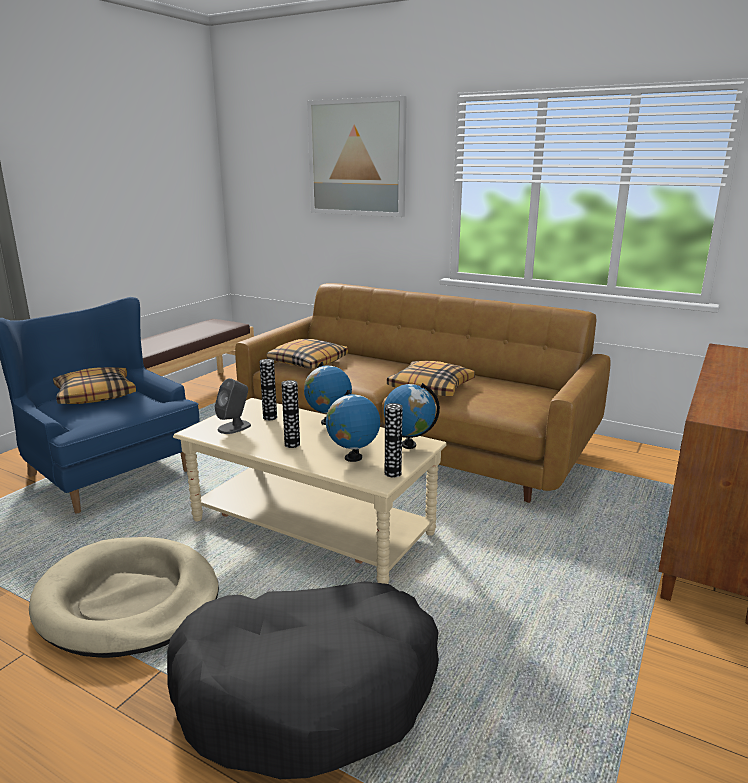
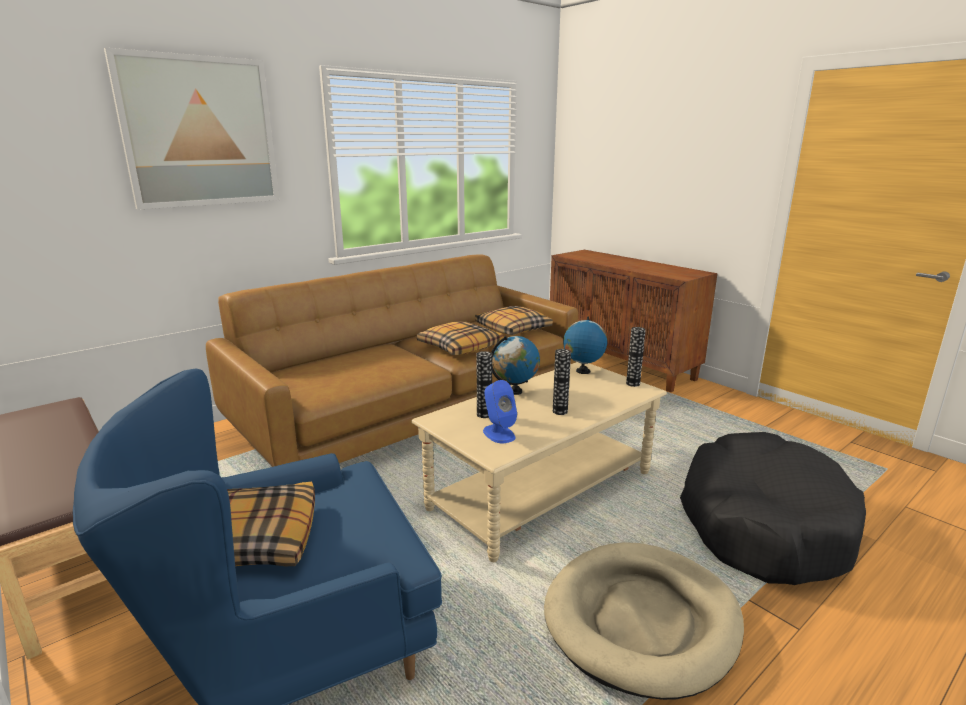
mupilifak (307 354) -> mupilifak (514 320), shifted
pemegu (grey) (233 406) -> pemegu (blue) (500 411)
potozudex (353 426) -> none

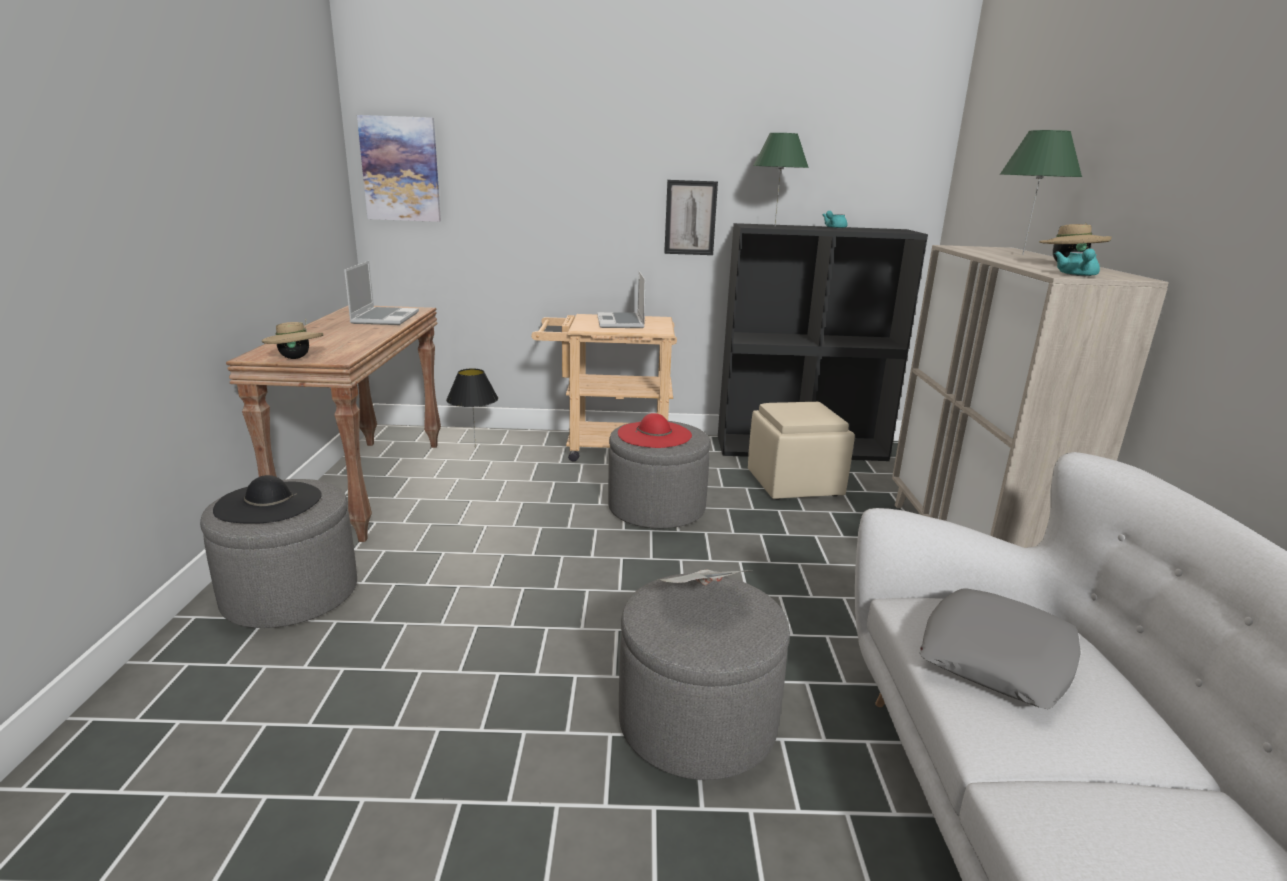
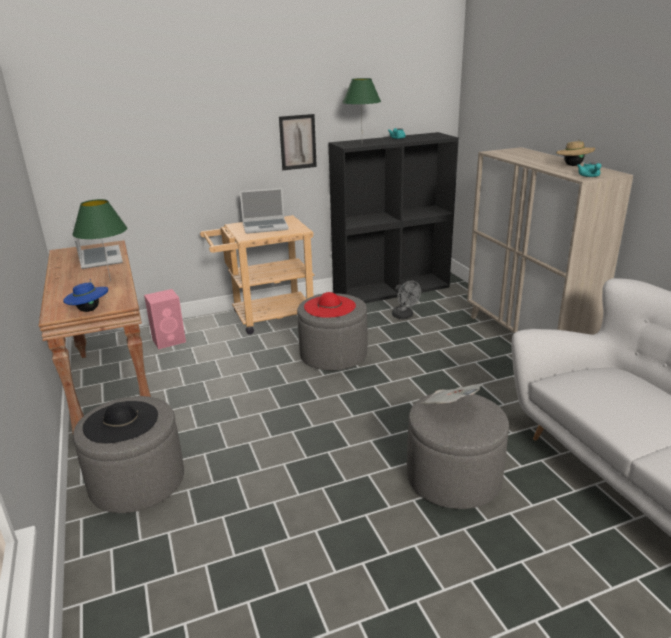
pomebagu (399 168) -> none
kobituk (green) (1041 192) -> kobituk (green) (99 240), shifted
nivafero (621 299) -> nivafero (264 211), 75 degrees counterclockwise
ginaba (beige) (292 339) -> ginaba (blue) (85 295)
kobituk (black) (472 408) -> pemegu (pink) (165 319)
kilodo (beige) (801 451) -> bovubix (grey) (406 300)
mupilifak (grey) (1000 648) -> none

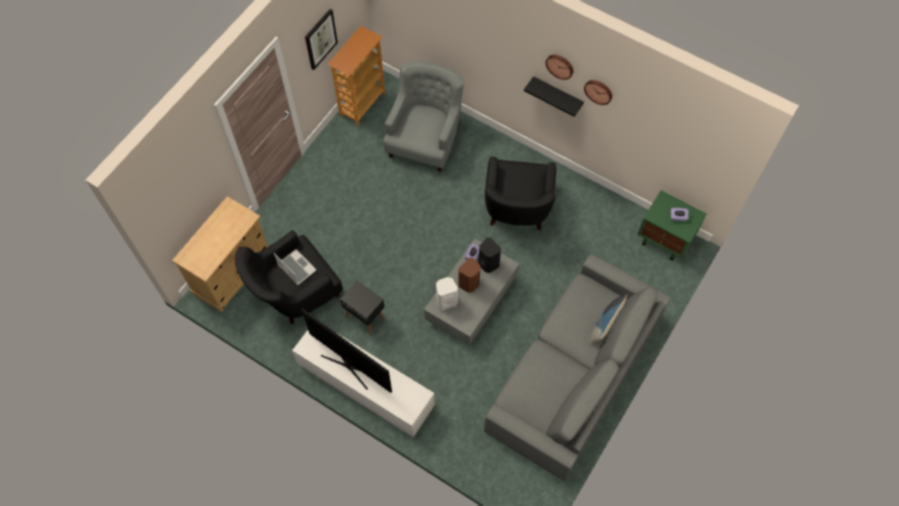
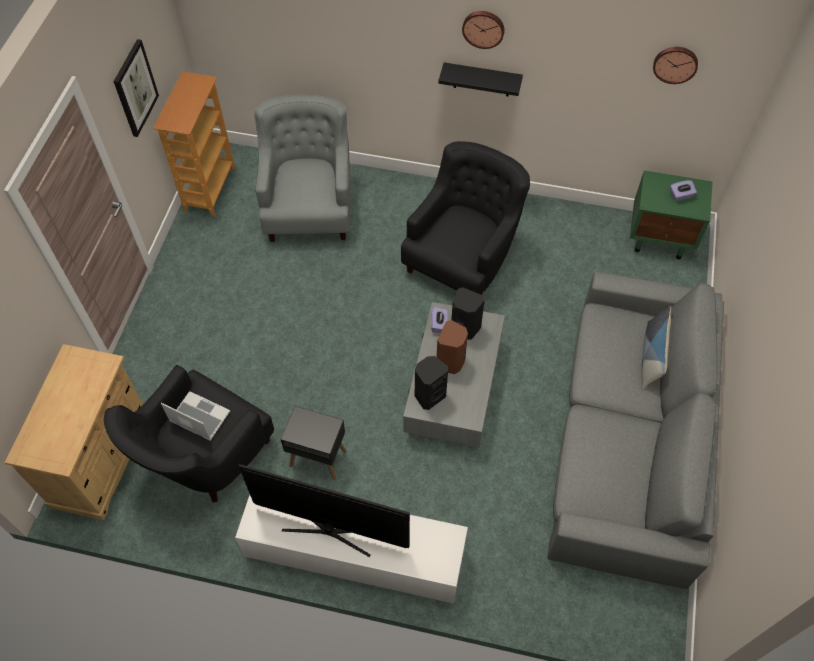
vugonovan (598 92) -> vugonovan (675 65), shifted
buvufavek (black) (520 193) -> buvufavek (black) (465 218), 135 degrees counterclockwise
pemegu (white) (447 294) -> pemegu (black) (431 383)

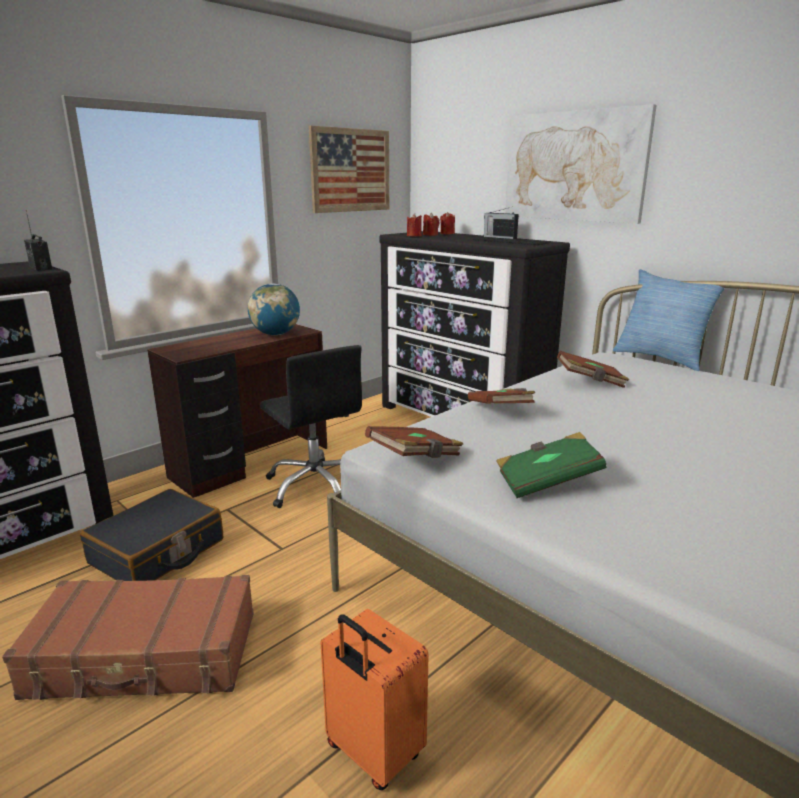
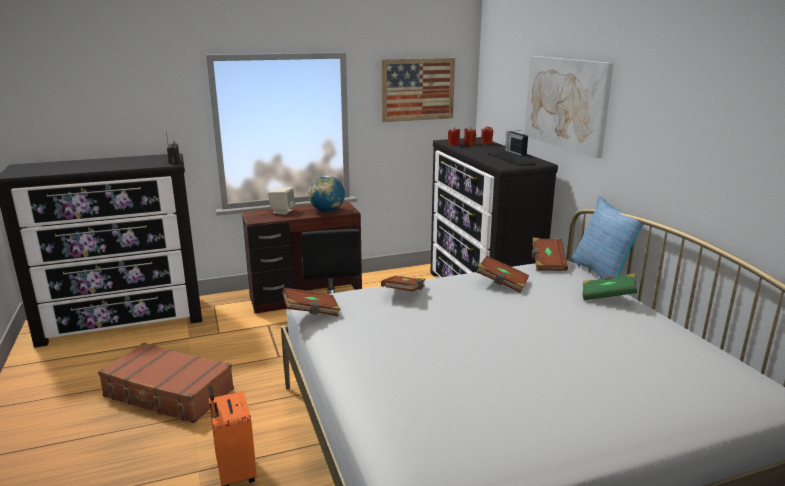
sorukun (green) (551 465) -> sorukun (green) (610 286), shifted
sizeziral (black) (151 535) -> none
none -> pemegu (beige) (281 201)
none -> sorukun (brown) (550 254)

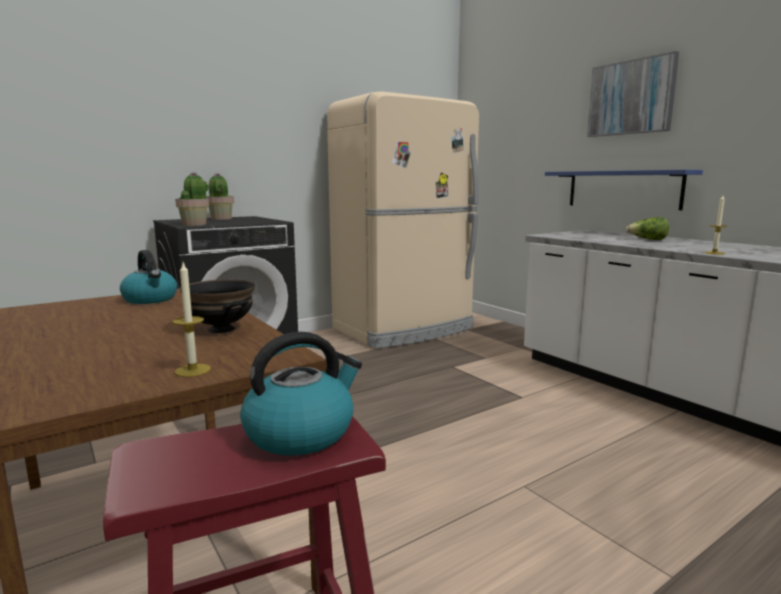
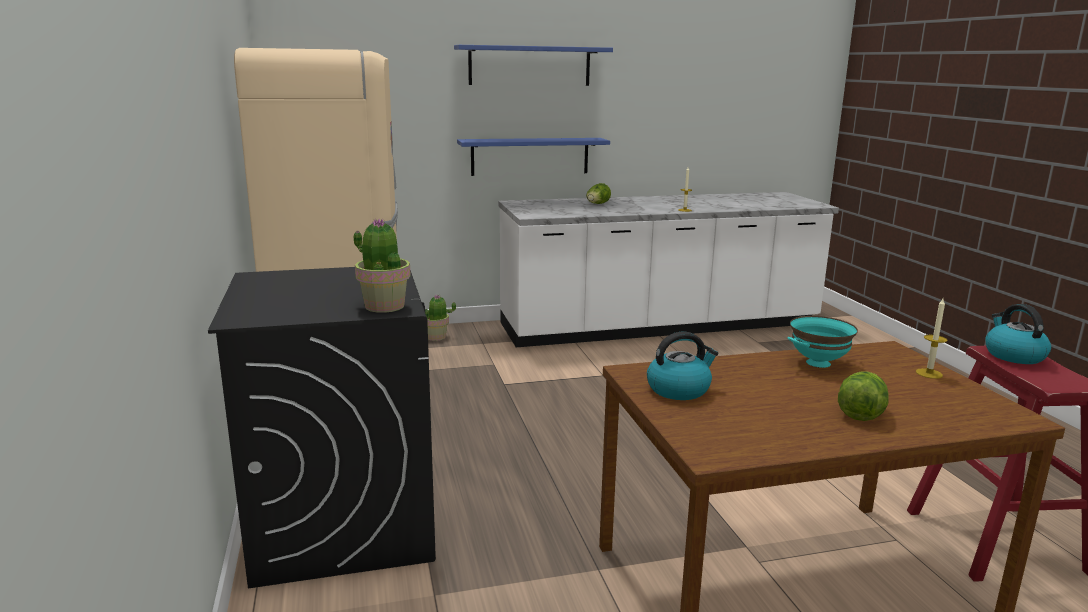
pomebagu (633 94) -> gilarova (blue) (533 65)
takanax (220 196) -> takanax (440 317), shifted
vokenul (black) (217 306) -> vokenul (turquoise) (822 342)
none -> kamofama (863 396)

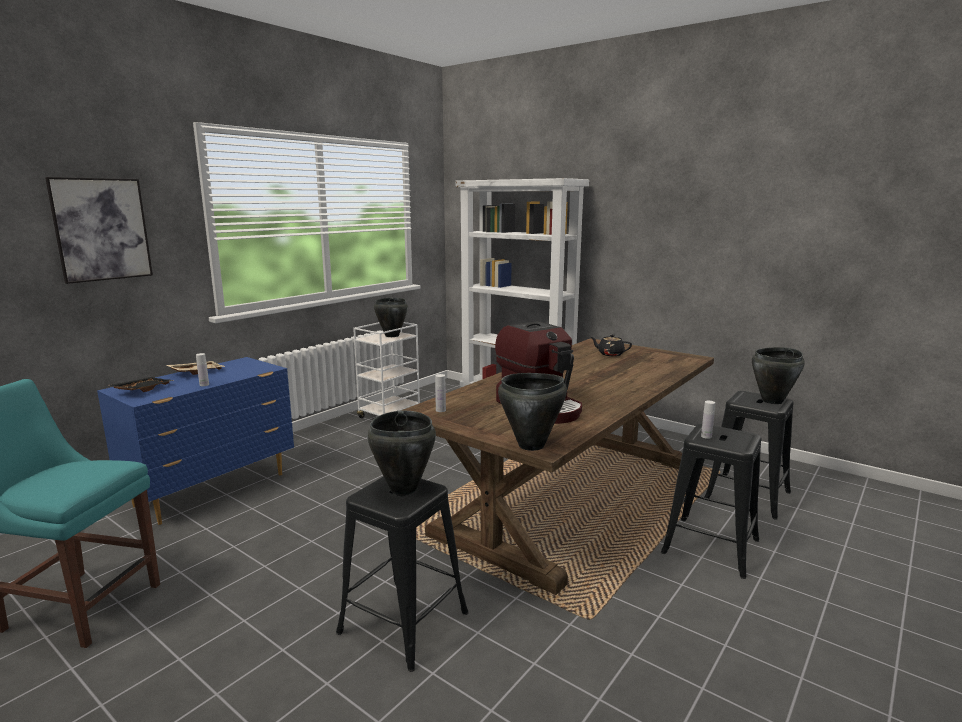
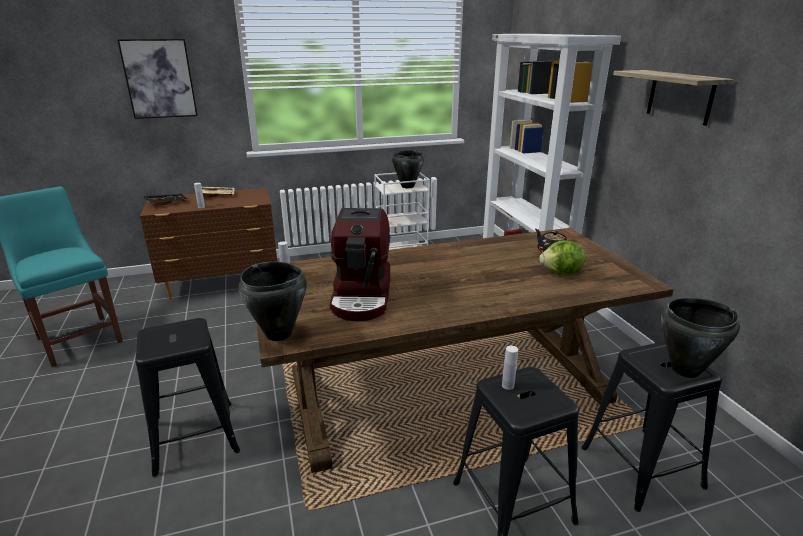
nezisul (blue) (195 441) -> nezisul (brown) (208 244)
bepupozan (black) (401 452) -> none
none -> gilarova (673 98)
none -> kamofama (562 258)

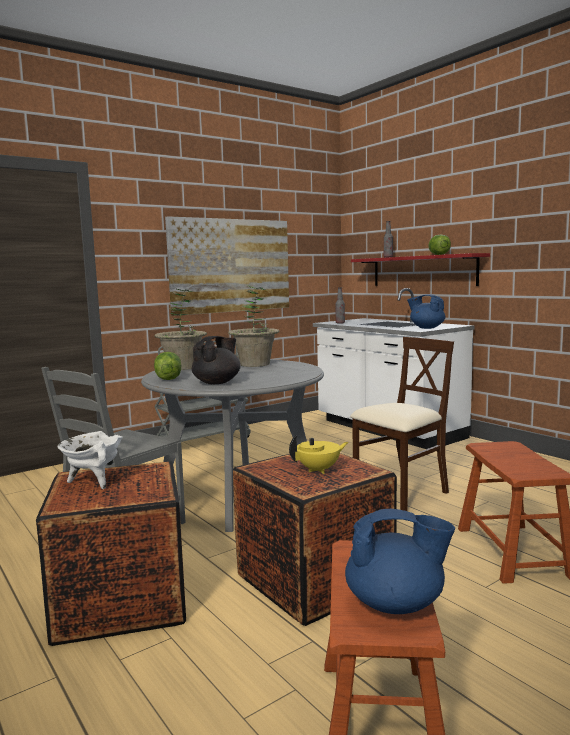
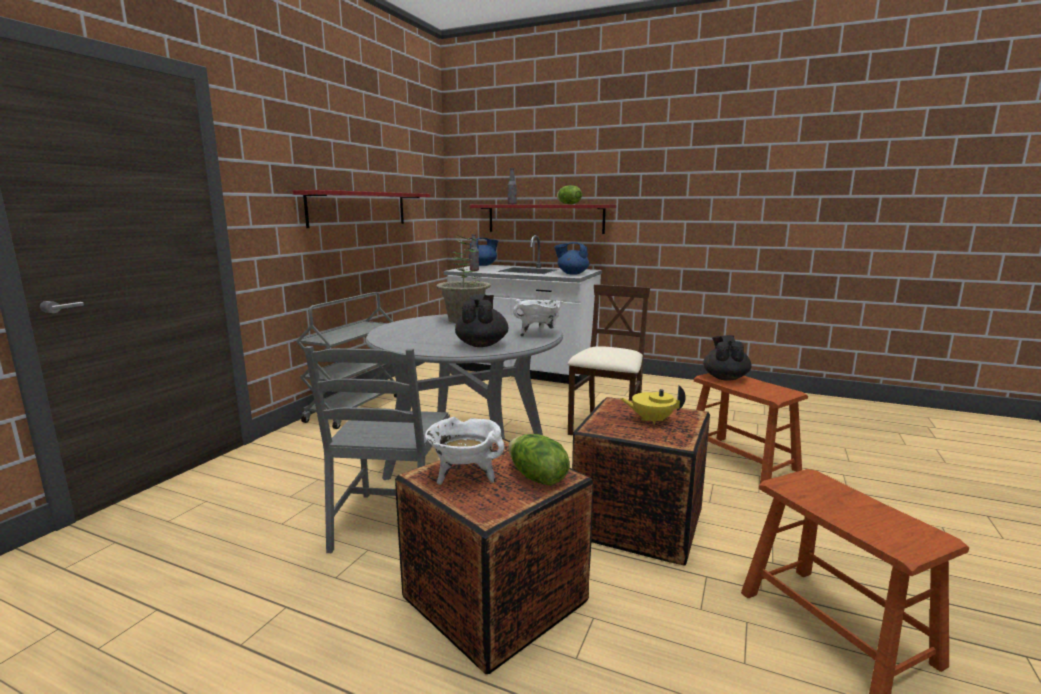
pomebagu (227 266) -> gilarova (red) (361 209)
takanax (181 328) -> none
kamofama (167 366) -> kamofama (539 460), shifted
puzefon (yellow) (318 454) -> puzefon (yellow) (652 404), 120 degrees counterclockwise
puzefon (blue) (400 561) -> puzefon (blue) (483 252), shifted
none -> bepupozan (white) (538 318)
none -> puzefon (black) (727 358)

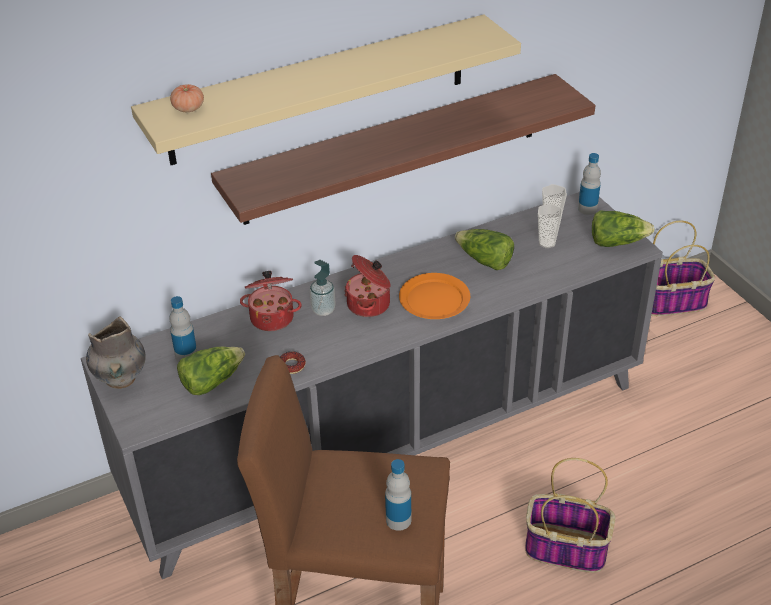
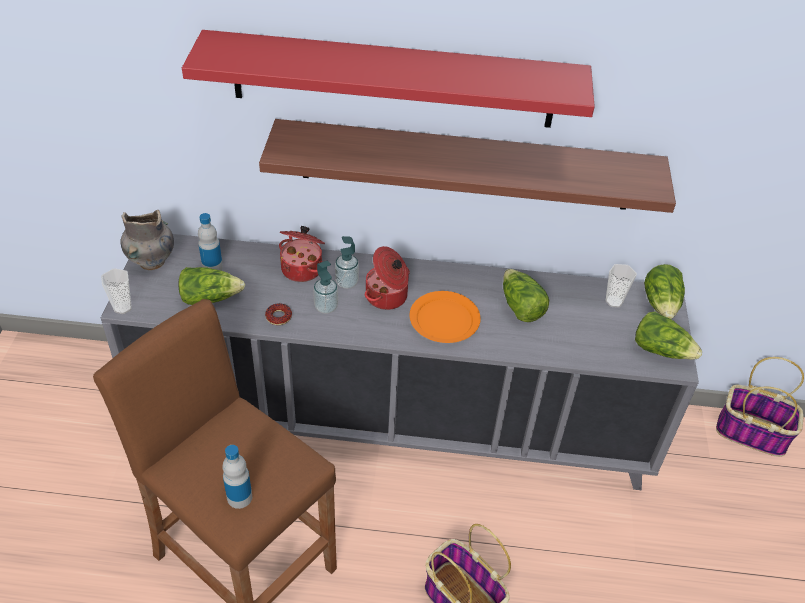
gilarova (beige) (326 90) -> gilarova (red) (388 79)
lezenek (187 98) -> none
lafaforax (589 184) -> kamofama (664 292)
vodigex (550 226) -> vodigex (116 291), shifted
none -> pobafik (325 287)

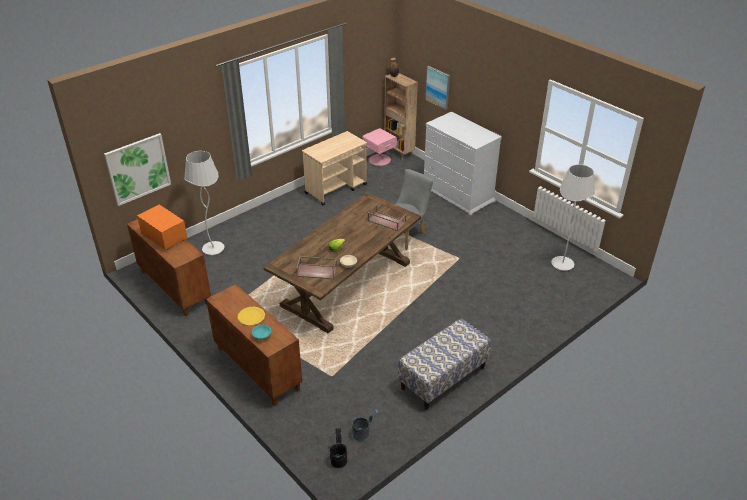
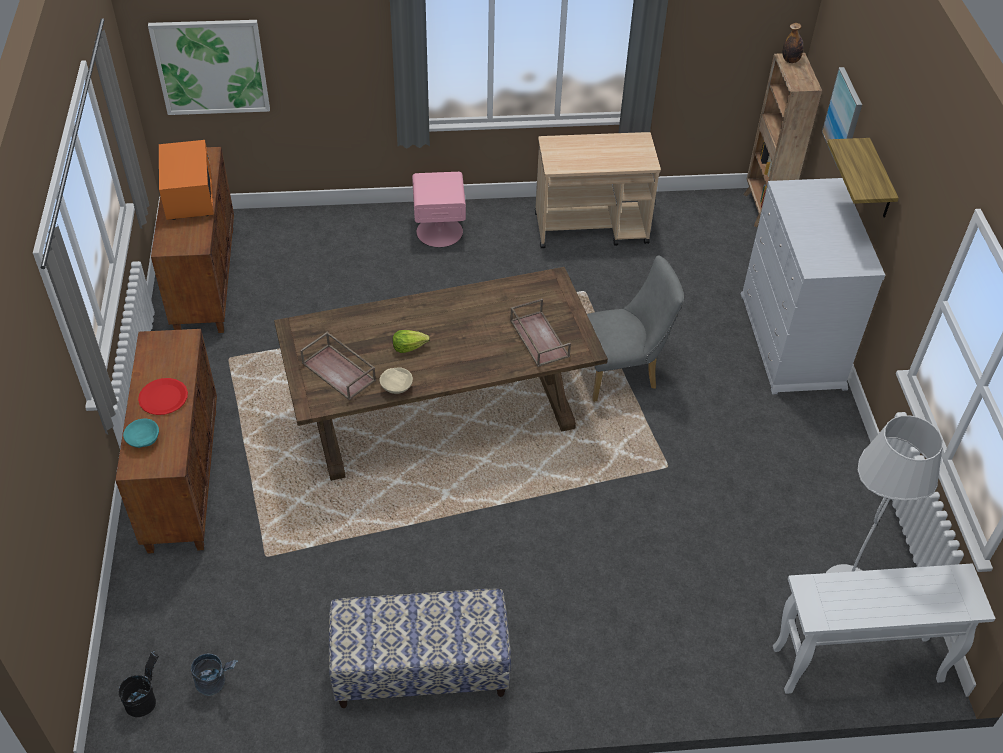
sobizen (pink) (379 147) -> sobizen (pink) (439 209), shifted
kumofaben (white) (204 203) -> none
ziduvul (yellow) (251 316) -> ziduvul (red) (163 396)
none -> gilarova (863 178)
none -> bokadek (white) (884 628)

